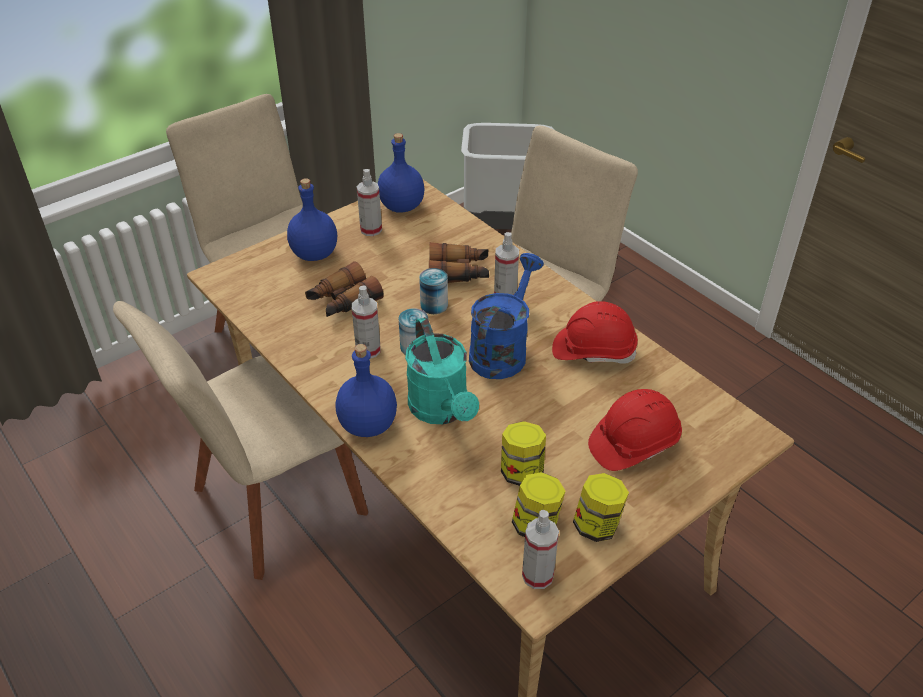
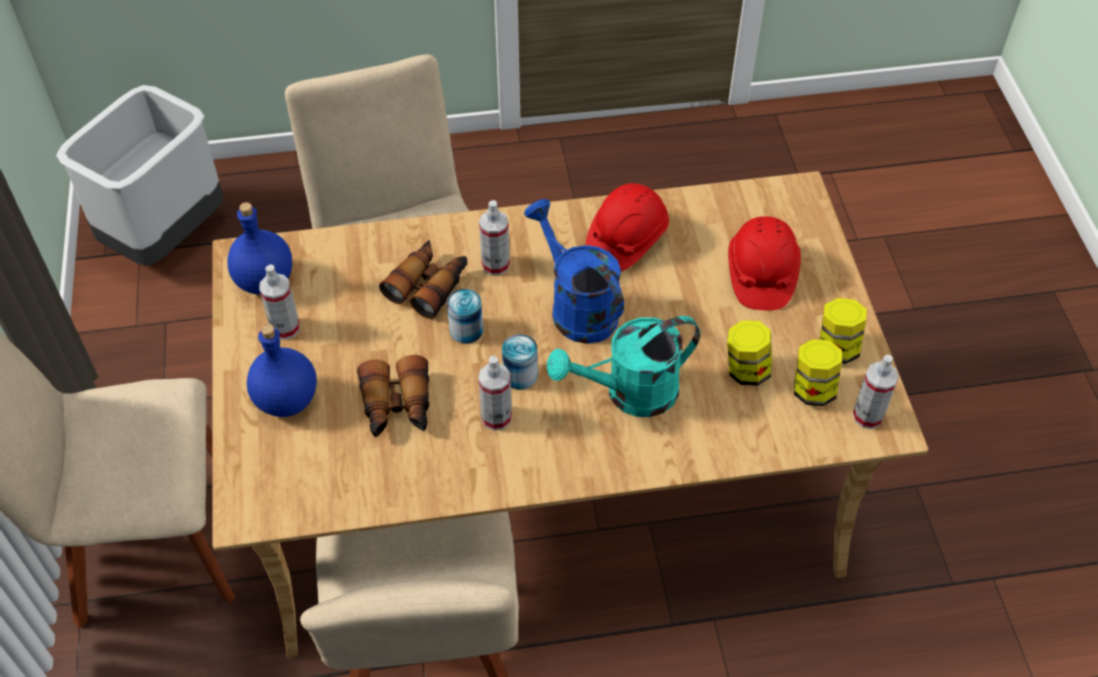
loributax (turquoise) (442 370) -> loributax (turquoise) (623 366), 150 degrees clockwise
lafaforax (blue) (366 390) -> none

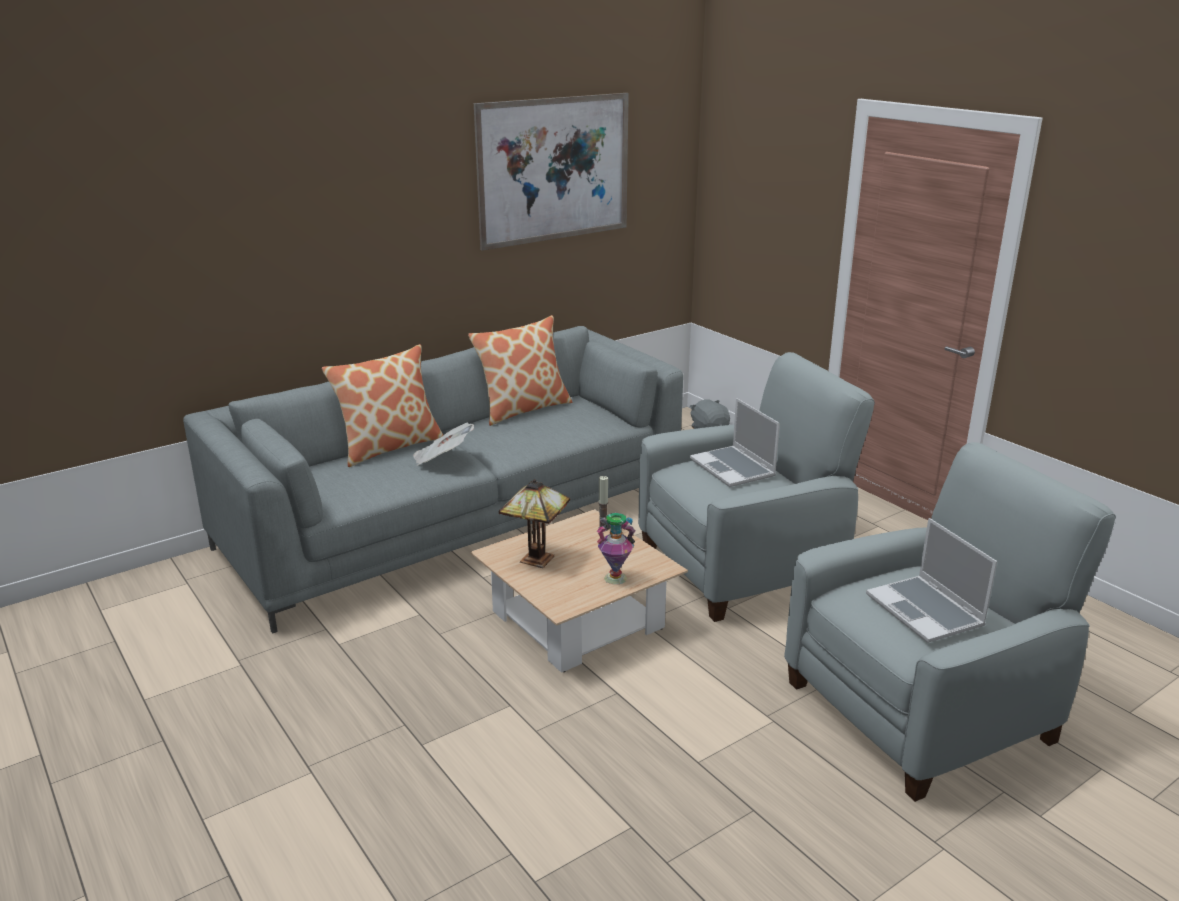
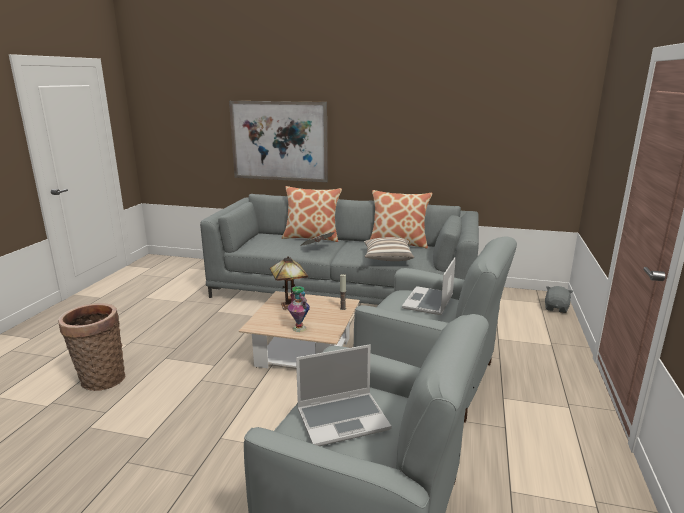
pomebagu (551 172) -> pomebagu (278 141), shifted
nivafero (931 580) -> nivafero (344 395), 135 degrees counterclockwise
none -> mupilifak (389 249)
none -> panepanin (91 347)

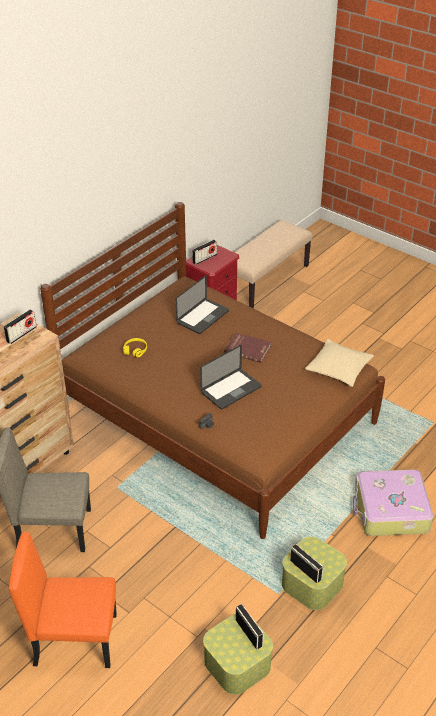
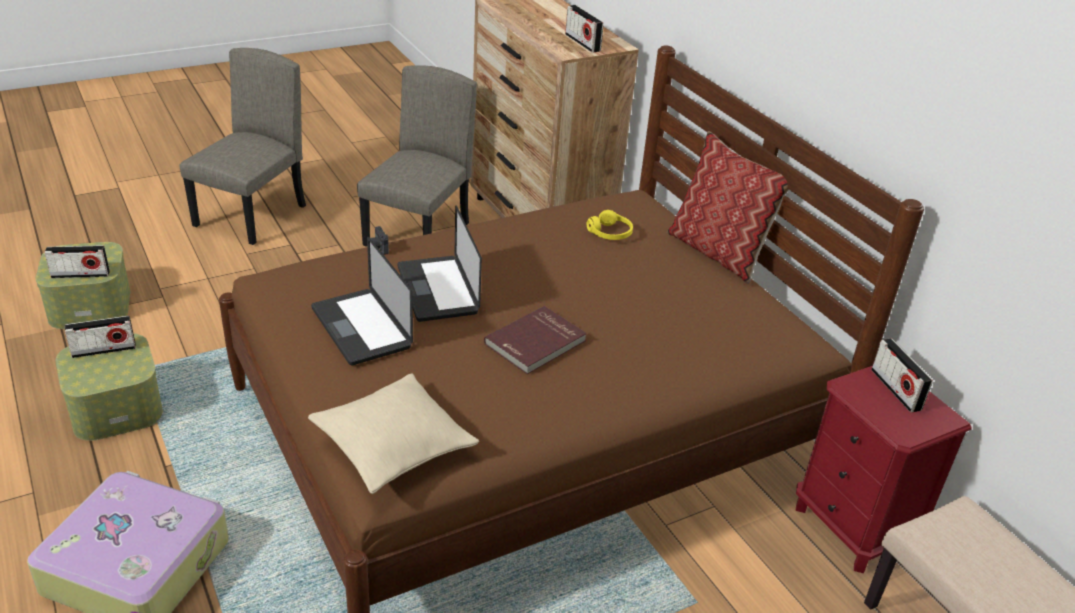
nivafero (202 304) -> nivafero (362 301), shifted
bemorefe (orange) (63 600) -> bemorefe (beige) (242 146)
none -> mupilifak (728 207)

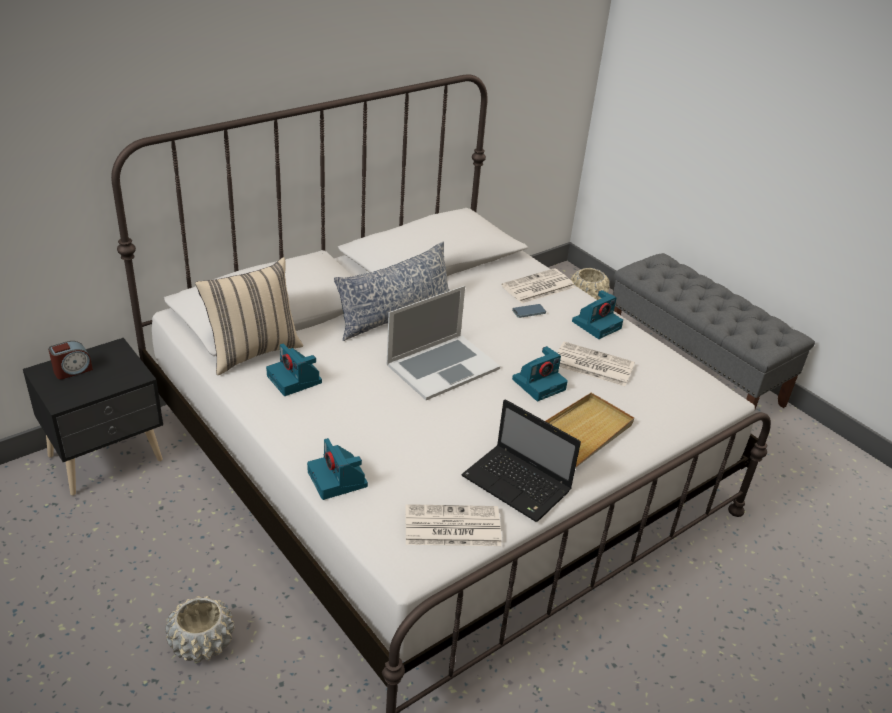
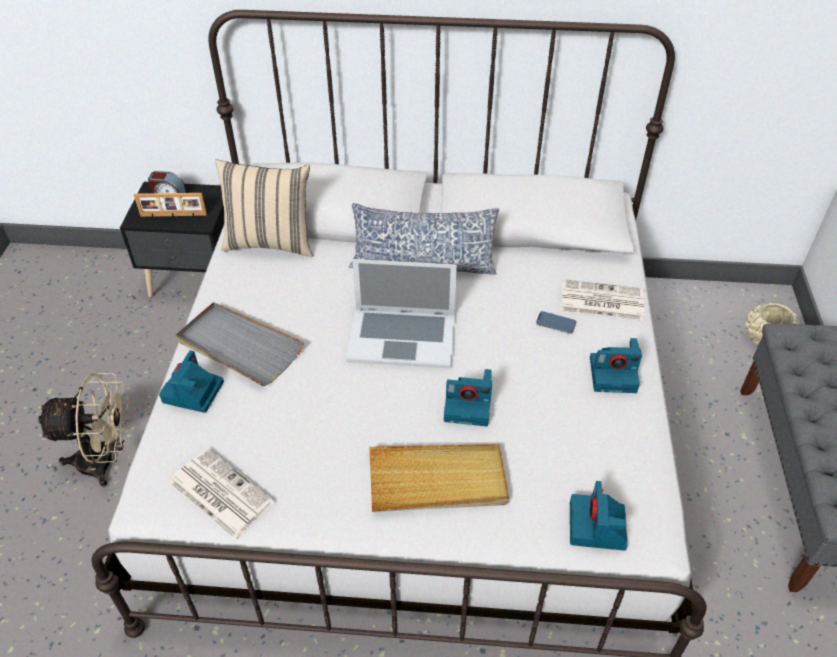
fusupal (596 364) -> none
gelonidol (294 369) -> gelonidol (598 516), shifted
nivafero (521 460) -> none
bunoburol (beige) (200 629) -> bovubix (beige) (83 430)
none -> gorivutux (170 205)
none -> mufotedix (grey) (239 344)

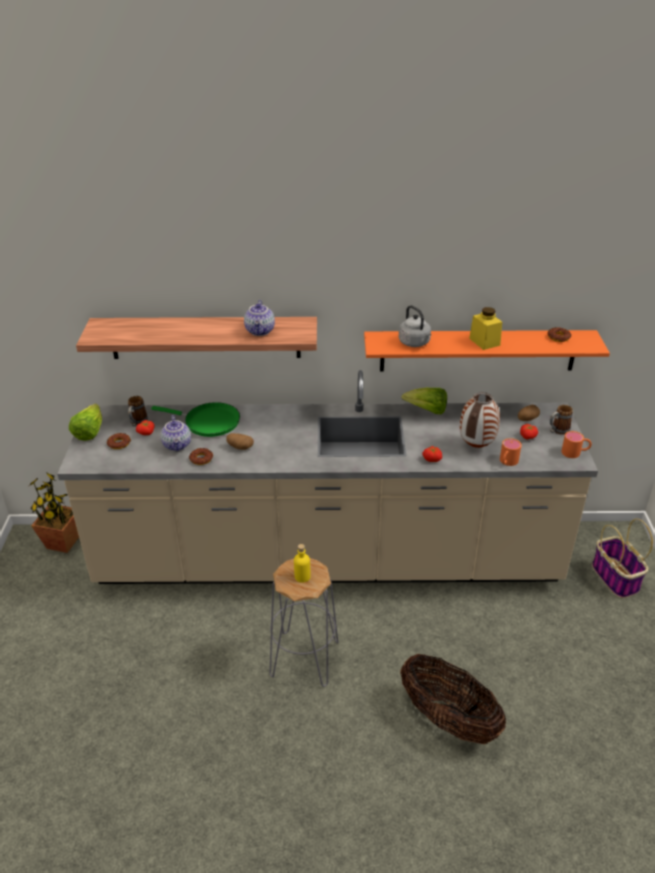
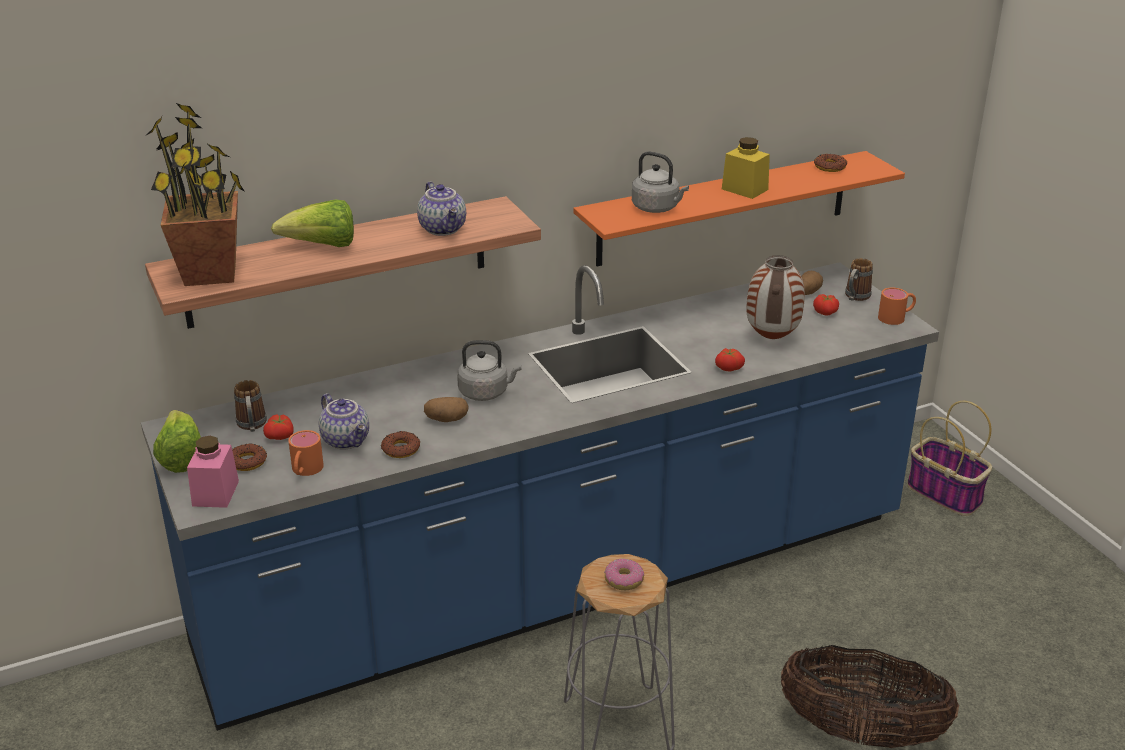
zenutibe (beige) (327 477) -> zenutibe (blue) (540 496)
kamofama (424 401) -> kamofama (312 223), shifted
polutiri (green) (195 419) -> none
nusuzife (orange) (511 452) -> nusuzife (orange) (306 453), shifted
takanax (54 512) -> takanax (195 194), shifted
lafaforax (yellow) (302 563) -> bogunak (624 574)
none -> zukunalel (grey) (489 370)
none -> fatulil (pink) (213 472)

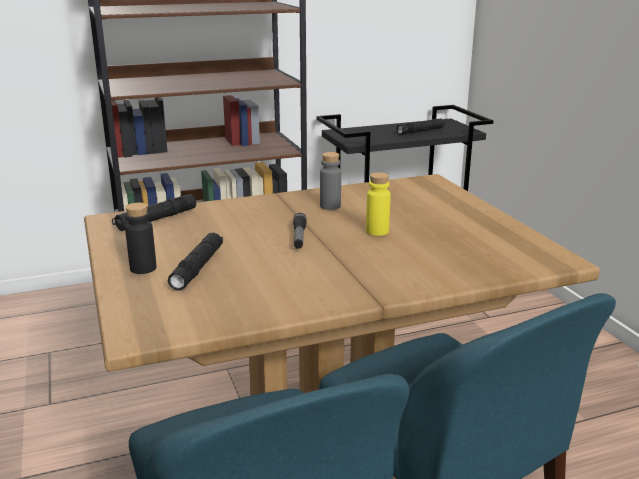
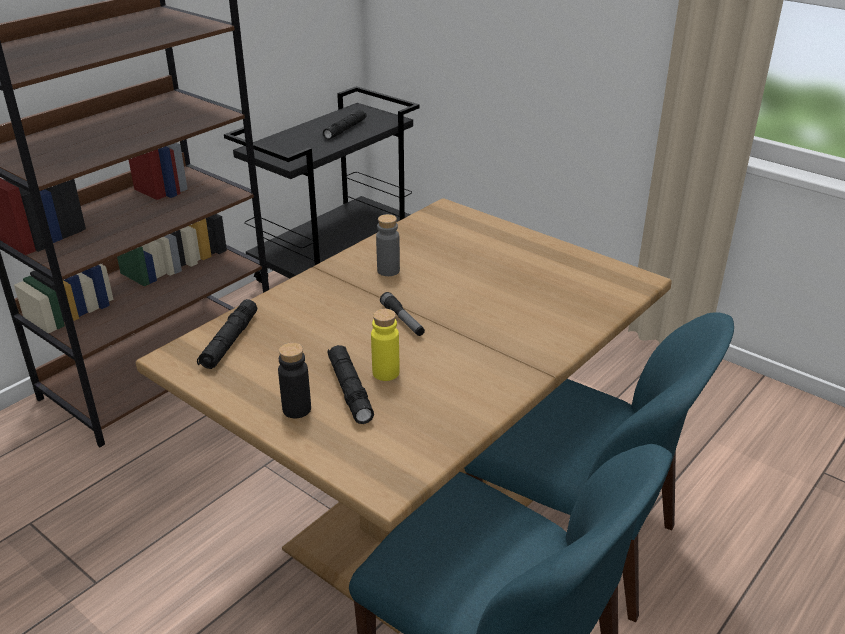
lafaforax (yellow) (378 204) -> lafaforax (yellow) (385 345), shifted

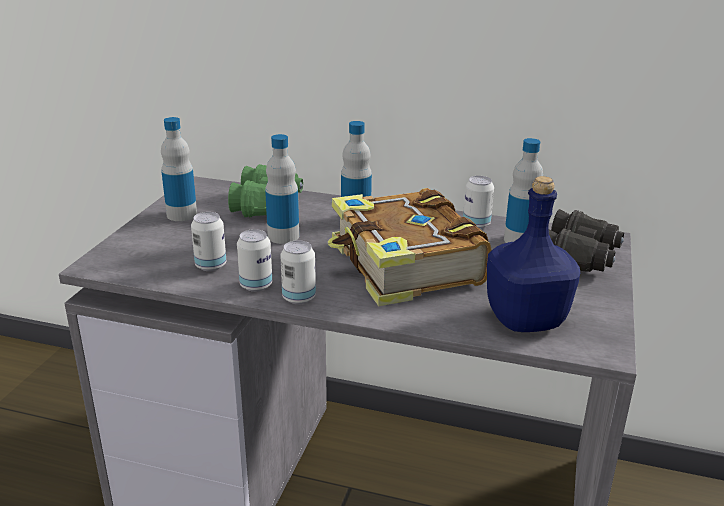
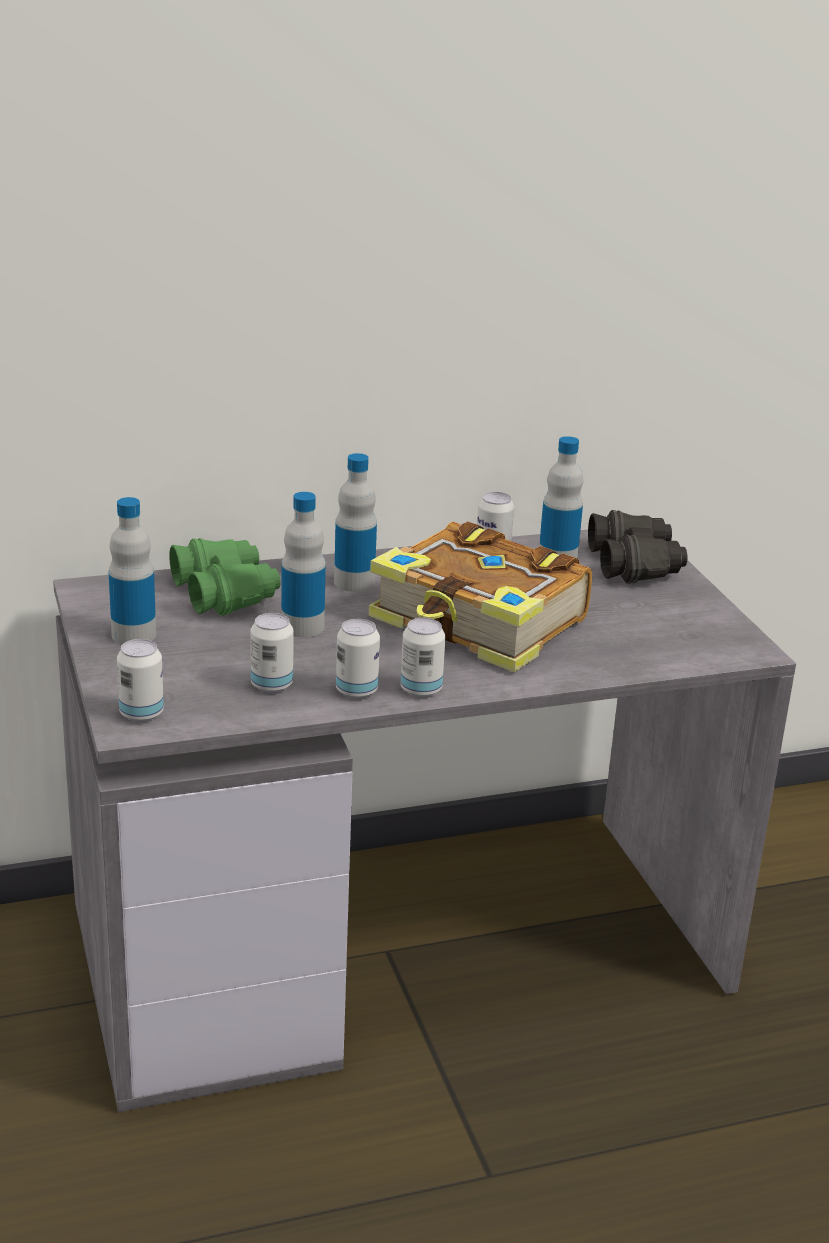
lafaforax (blue) (533 254) -> none
none -> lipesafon (140 680)

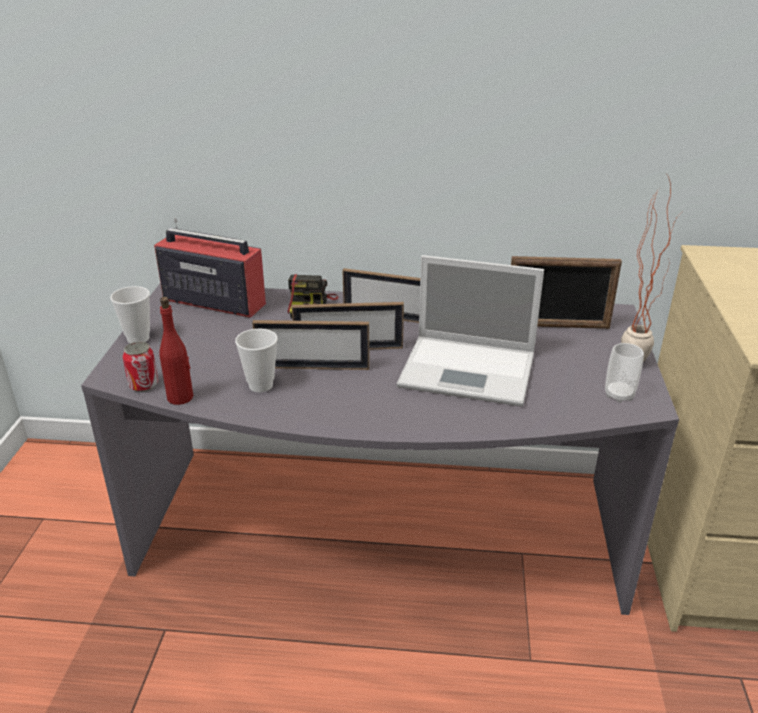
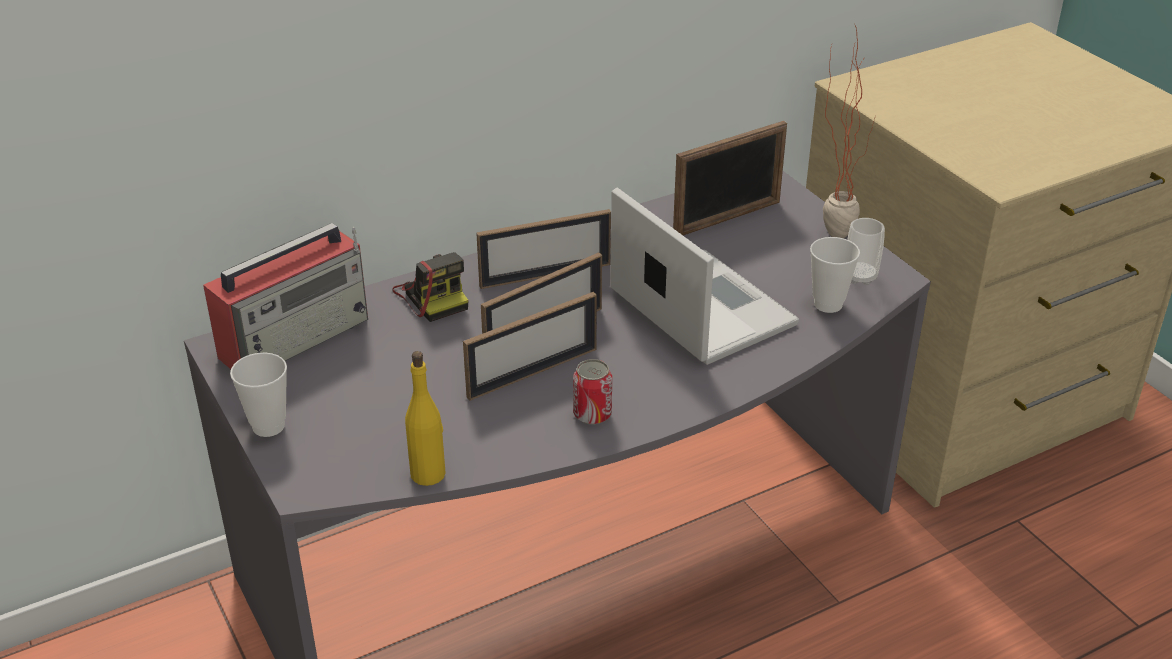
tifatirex (210 268) -> tifatirex (285 296), 150 degrees clockwise
nivafero (470 331) -> nivafero (704 276), 105 degrees counterclockwise
lafaforax (red) (176 351) -> lafaforax (yellow) (425 418)
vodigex (256 361) -> vodigex (835 275), shifted
lipesafon (140 367) -> lipesafon (592 392), shifted

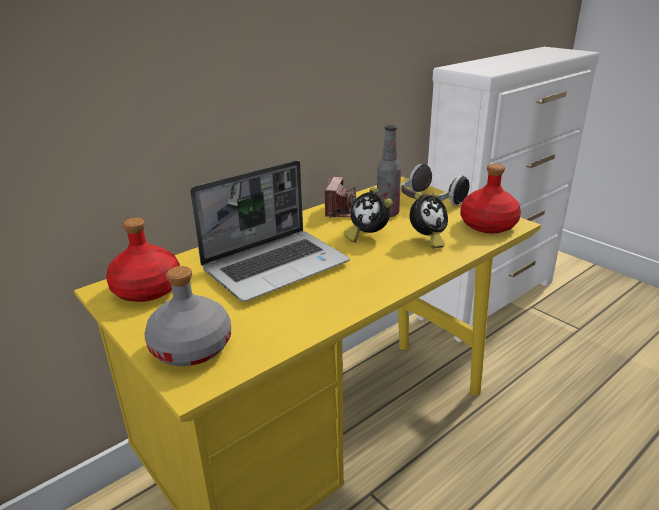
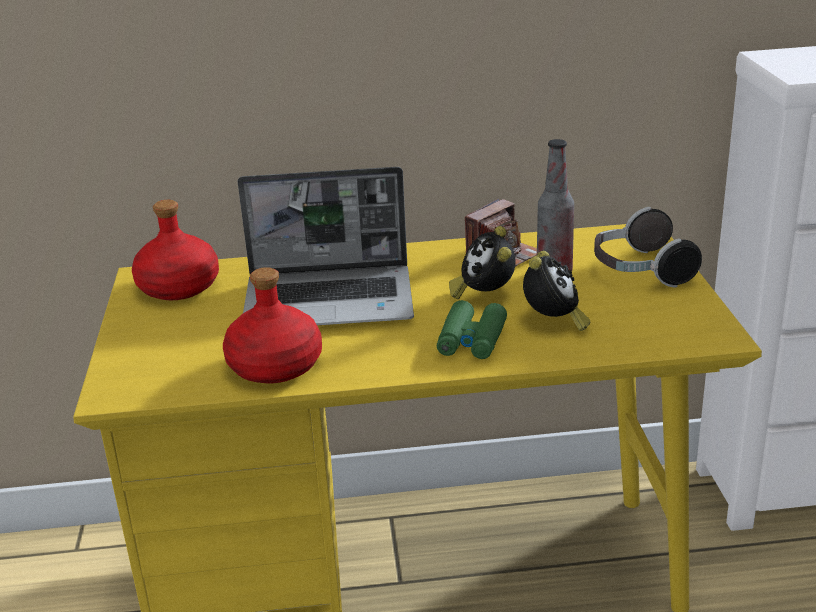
lafaforax (red) (490 198) -> lafaforax (red) (272 325), shifted
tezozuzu (429 220) -> tezozuzu (556 291), 75 degrees counterclockwise
lafaforax (grey) (187 316) -> none
none -> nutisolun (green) (472 329)

